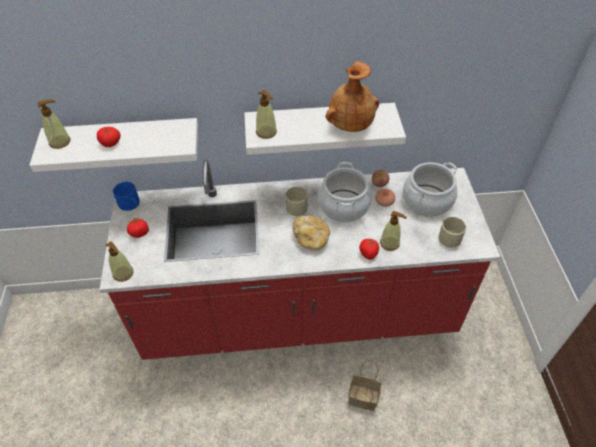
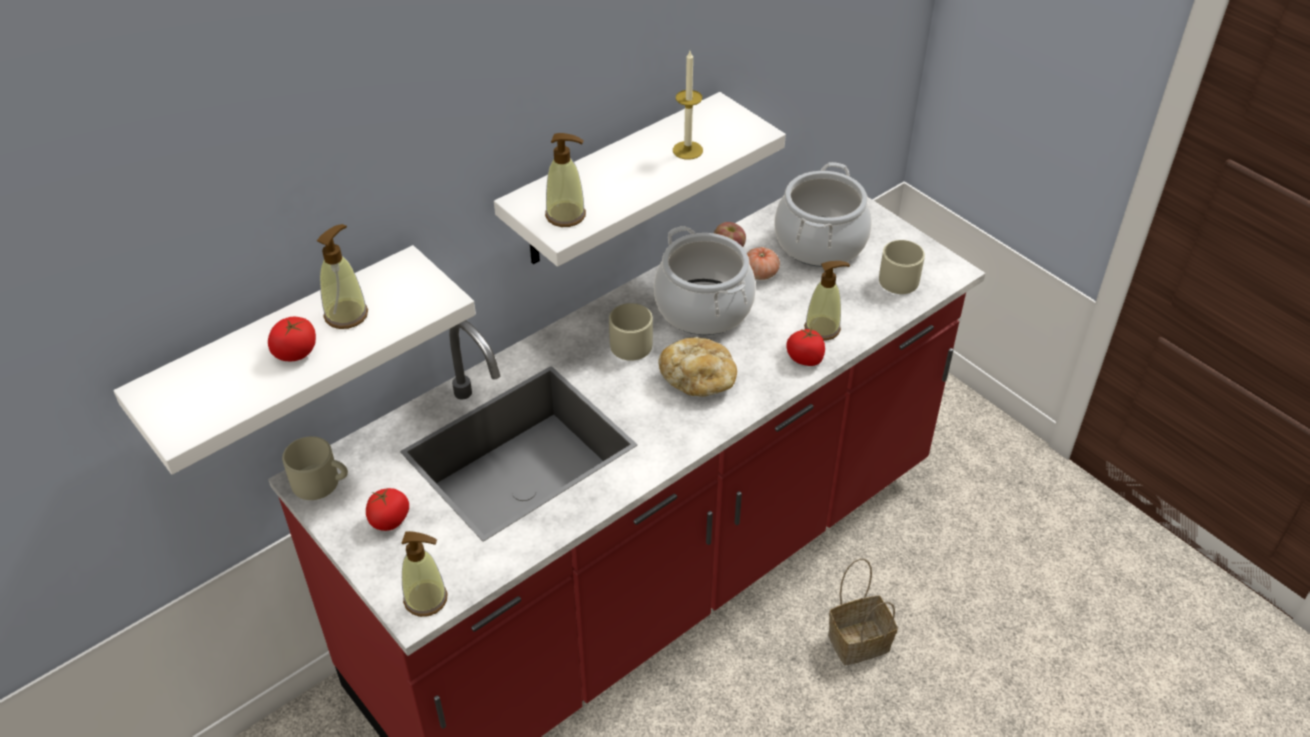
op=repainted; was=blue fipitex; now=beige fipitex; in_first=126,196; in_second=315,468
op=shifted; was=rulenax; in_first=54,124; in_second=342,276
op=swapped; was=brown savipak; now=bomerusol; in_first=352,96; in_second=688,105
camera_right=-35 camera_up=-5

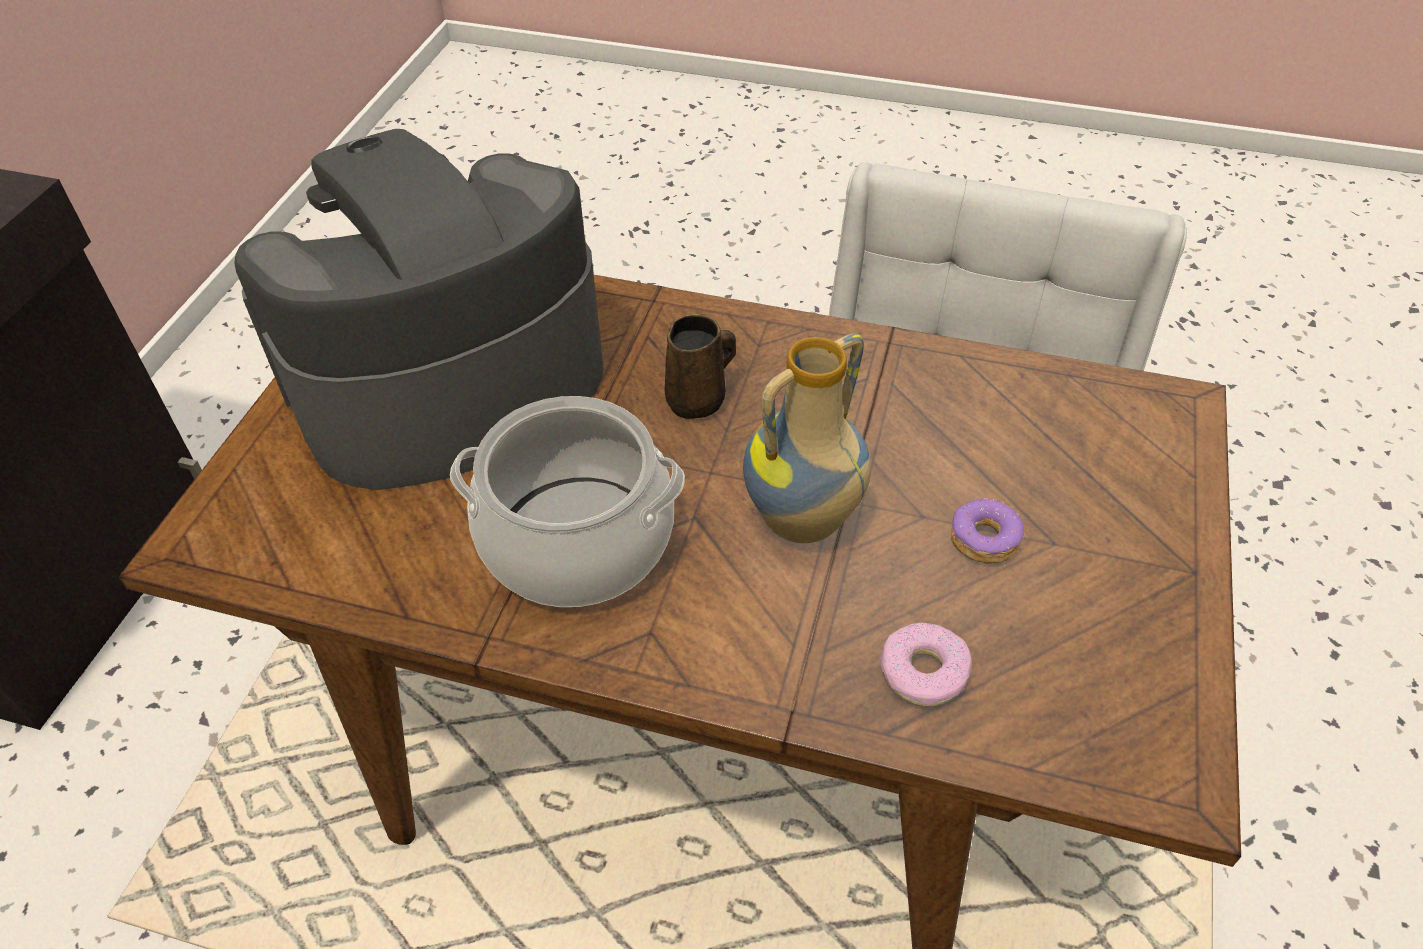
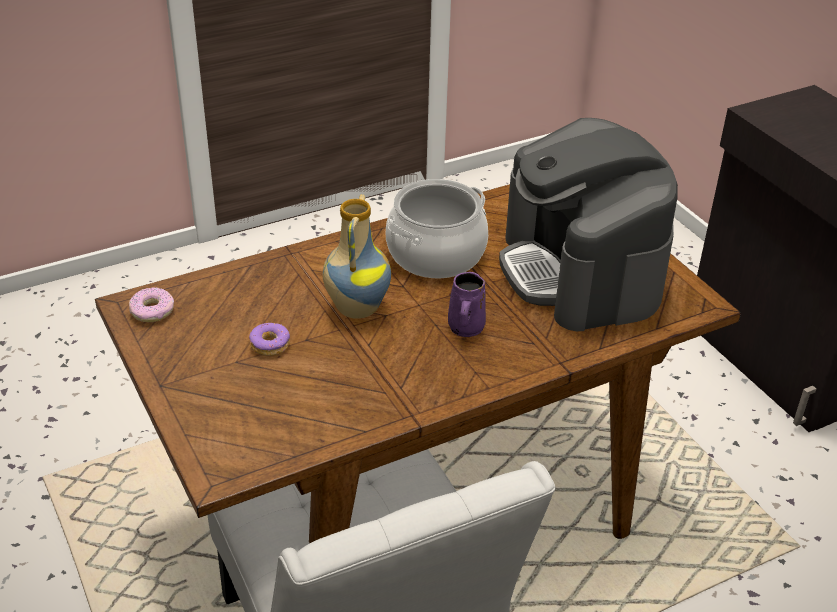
op=shifted; was=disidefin; in_first=925,664; in_second=151,304
op=repainted; was=brown fipitex; now=purple fipitex; in_first=700,366; in_second=467,304
op=rotated; was=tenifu; in_first=418,309; in_second=588,224; clockwise=150
camera_right=135 camera_up=-10

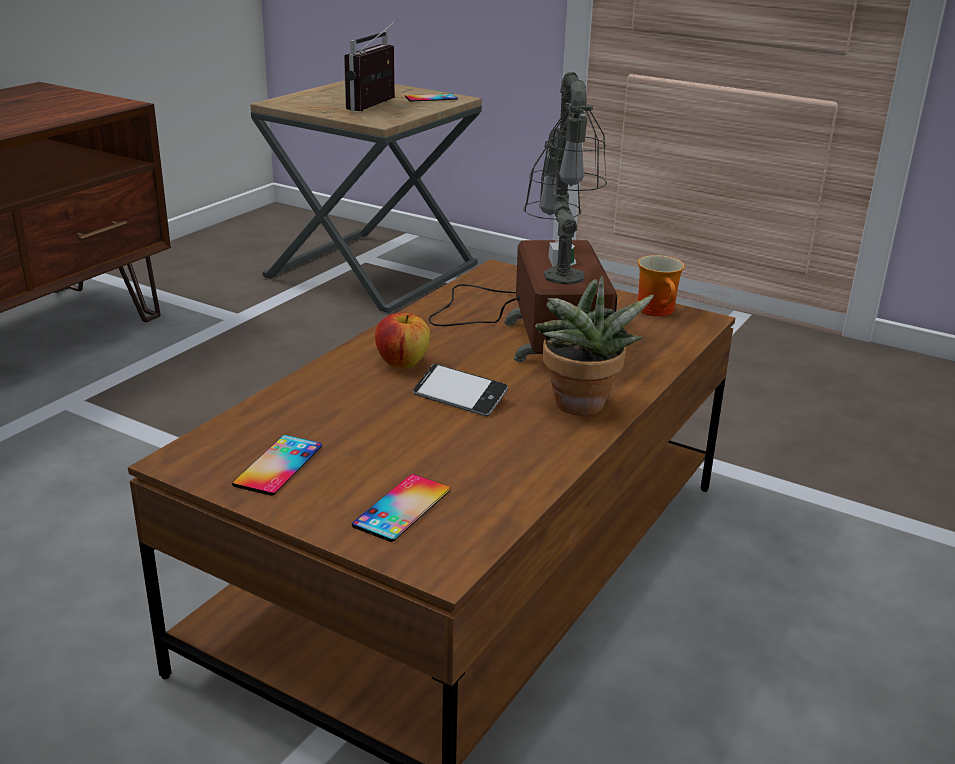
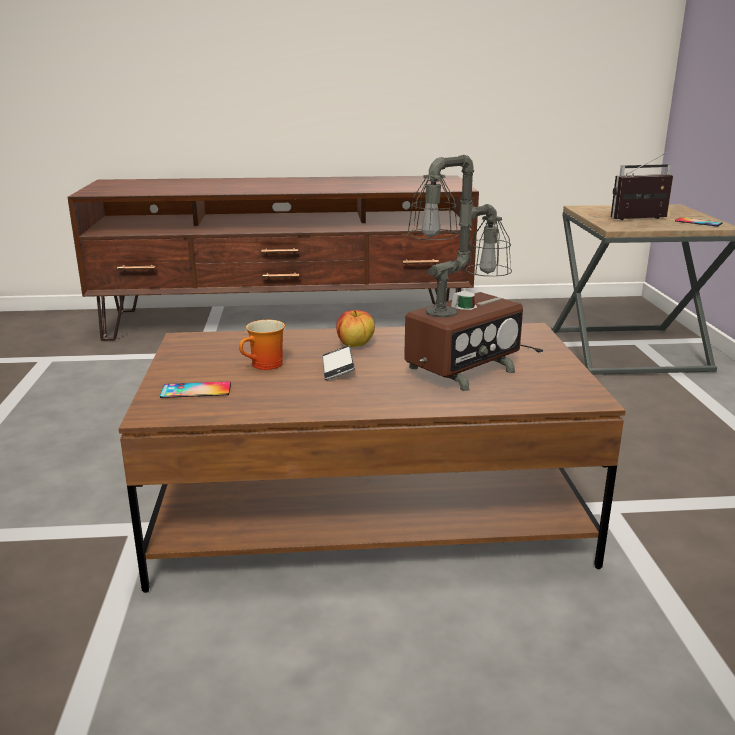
op=shifted; was=fipitex; in_first=661,285; in_second=262,345
op=gone; was=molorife; in_first=277,465
op=gone; was=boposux; in_first=594,345
camera_right=55 camera_up=-5

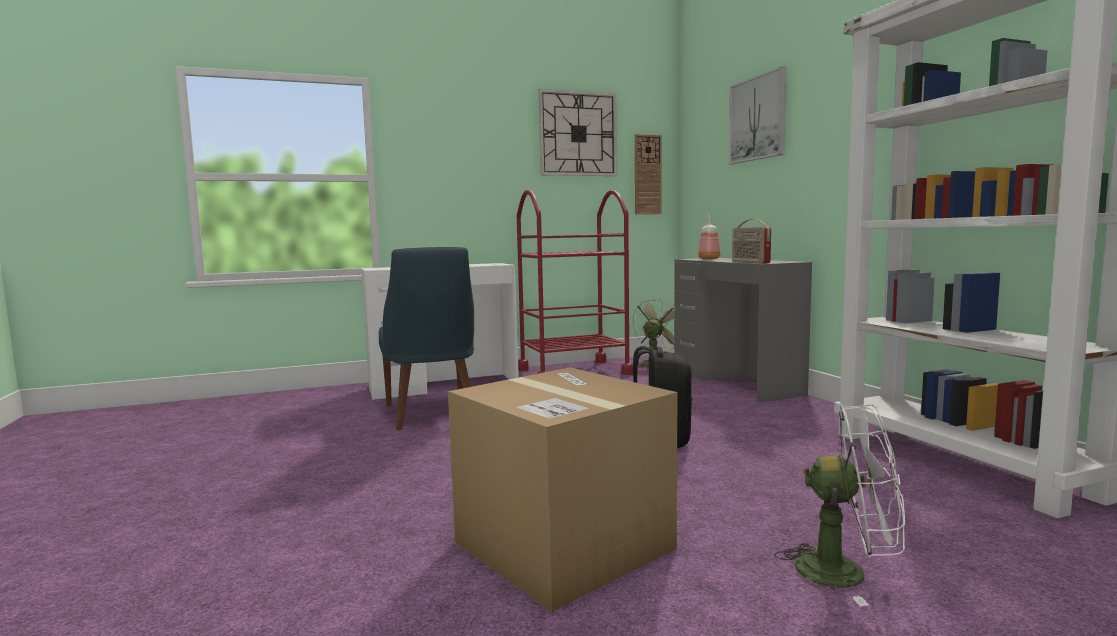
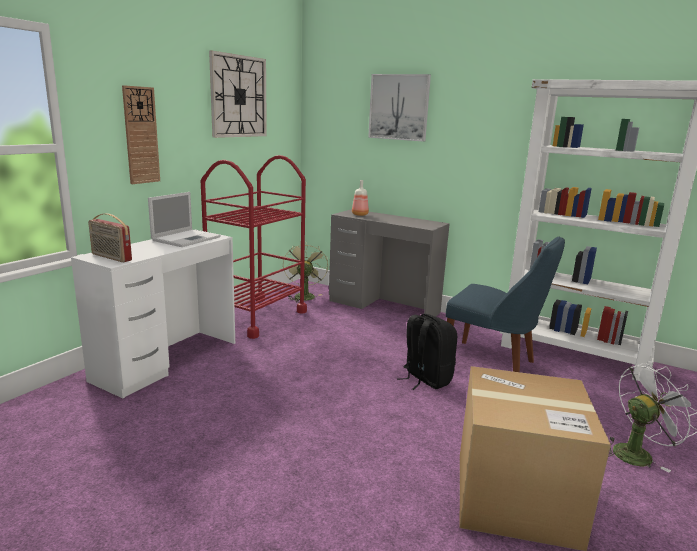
op=shifted; was=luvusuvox; in_first=751,241; in_second=110,237
op=shifted; was=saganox; in_first=648,174; in_second=141,134
op=new; now=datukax; in_second=184,219
op=shifted; was=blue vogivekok; in_first=426,338; in_second=505,304
camera_right=-40 camera_up=10

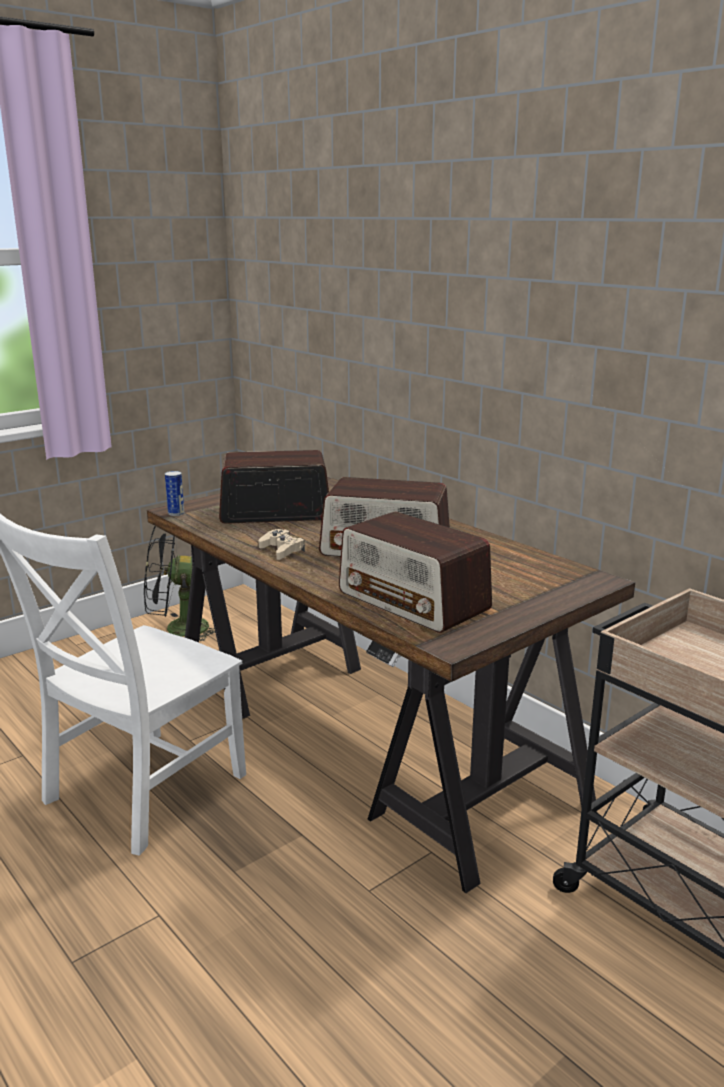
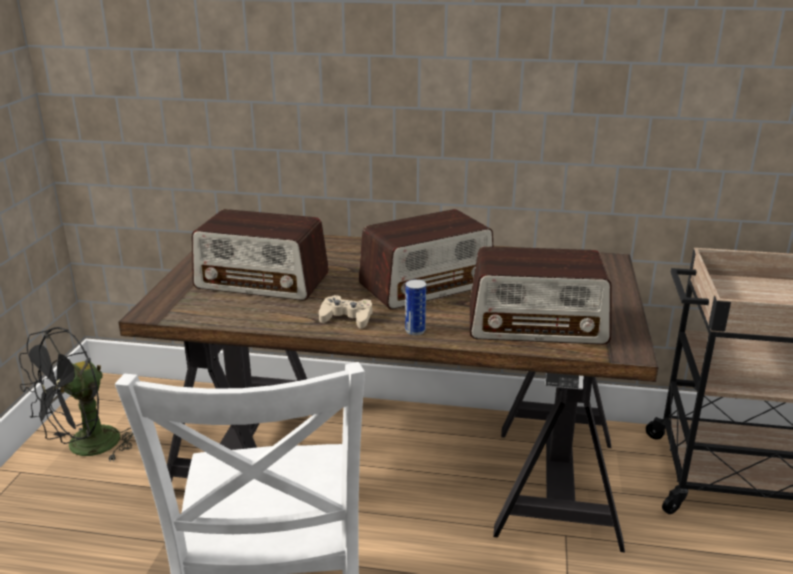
op=rotated; was=luvusuvox; in_first=274,487; in_second=260,255; clockwise=-120
op=shifted; was=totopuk; in_first=174,493; in_second=415,307
camera_right=-40 camera_up=5

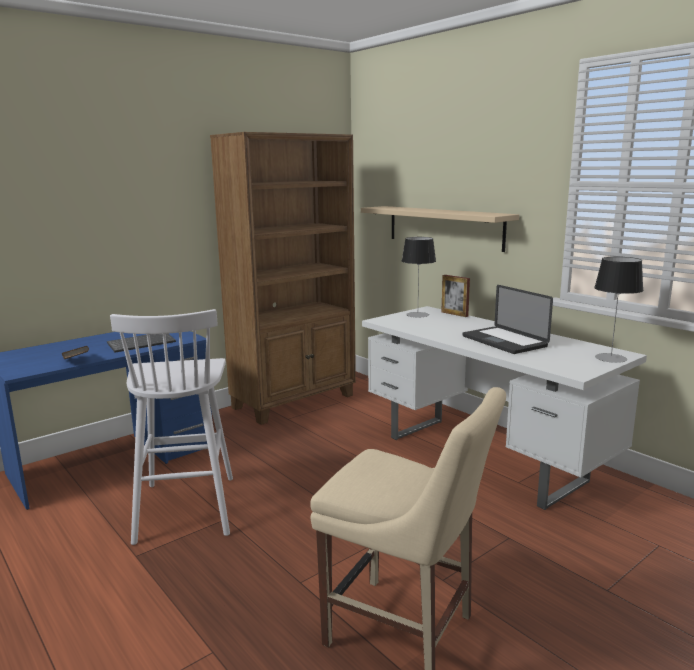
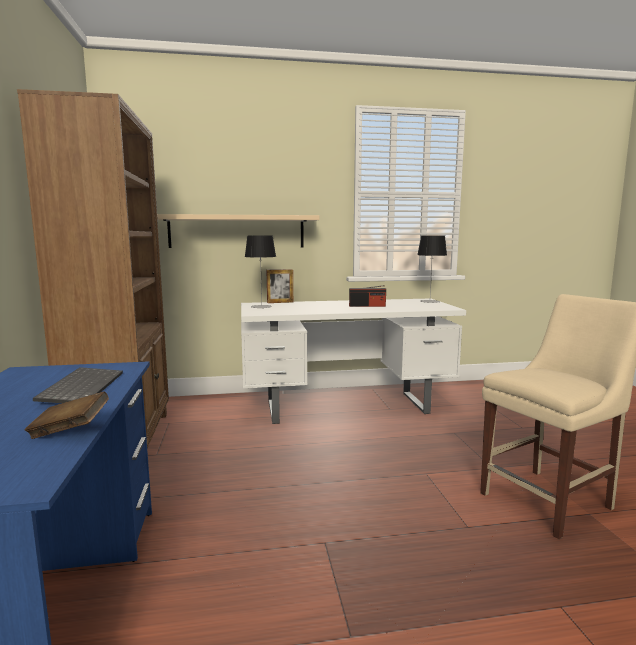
op=swapped; was=datukax; now=luvusuvox; in_first=507,319; in_second=367,296
op=gone; was=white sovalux; in_first=171,427
camera_right=-60 camera_up=-5

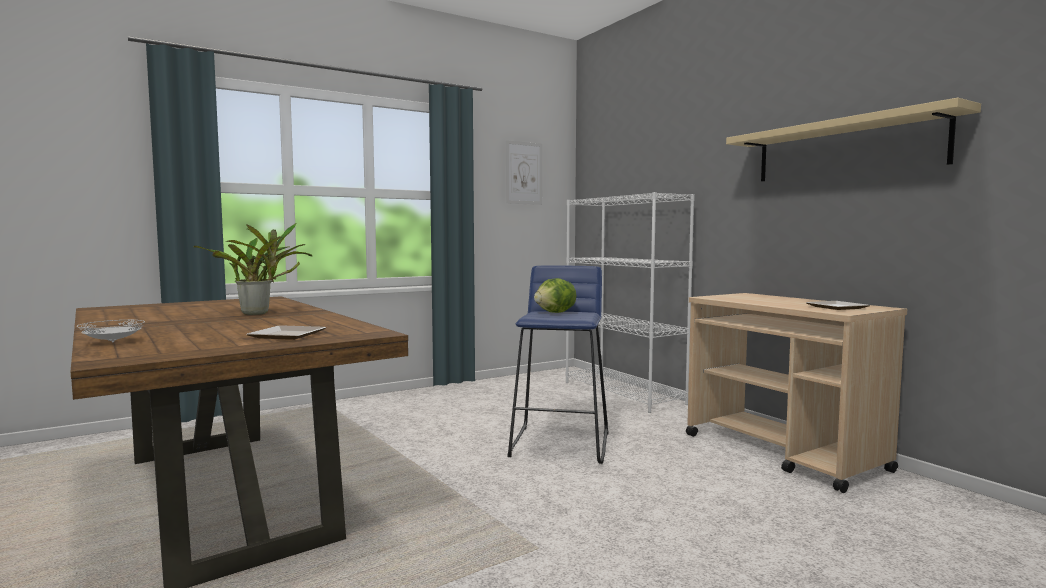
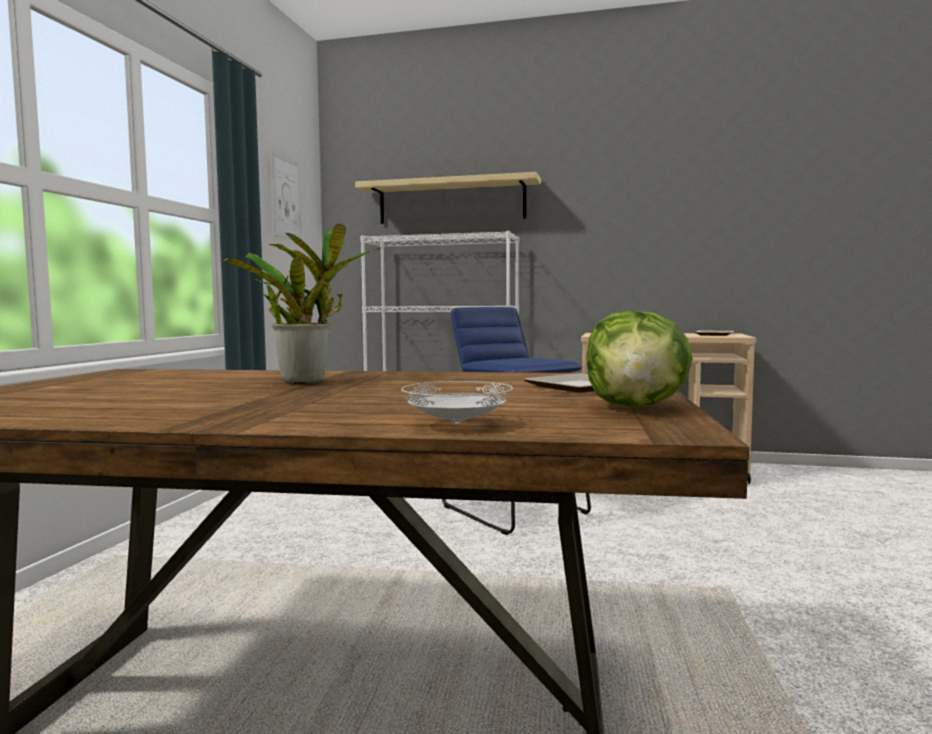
op=shifted; was=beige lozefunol; in_first=853,139; in_second=448,198
op=shifted; was=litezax; in_first=555,295; in_second=639,358
camera_right=-45 camera_up=0

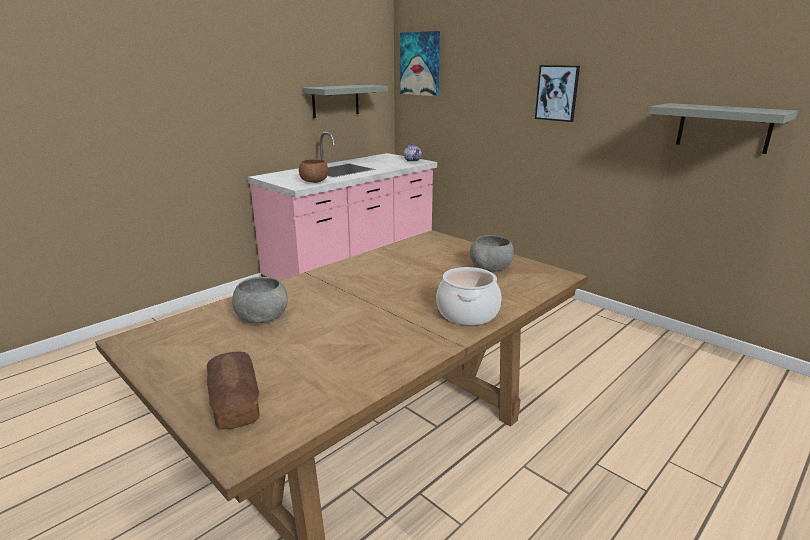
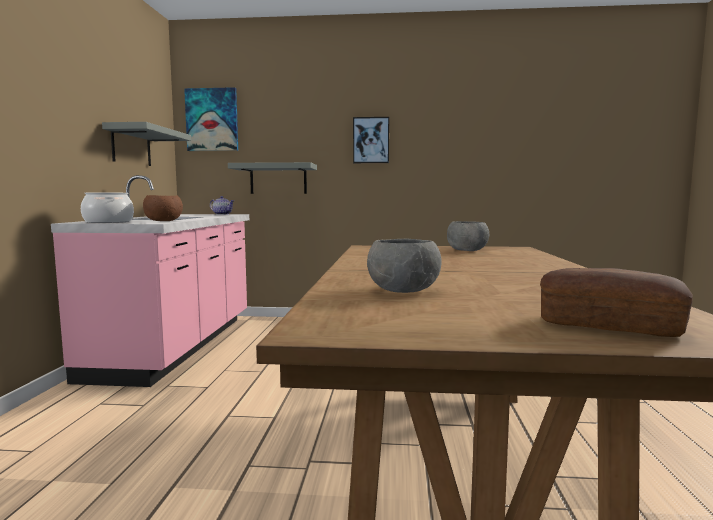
op=shifted; was=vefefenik; in_first=468,296; in_second=107,207
op=shifted; was=grey lozefunol; in_first=723,128; in_second=272,178
camera_right=-40 camera_up=-15

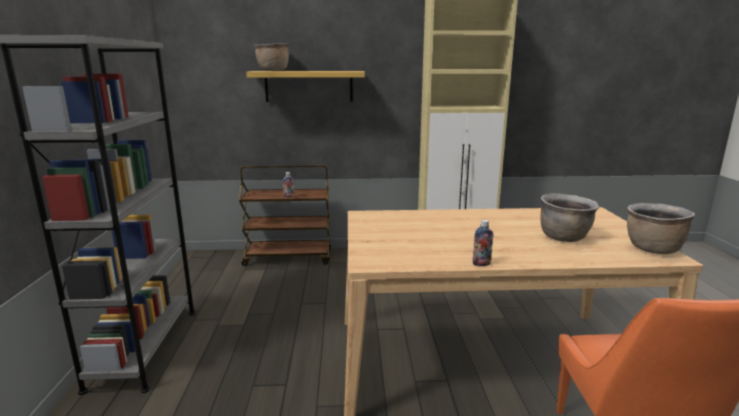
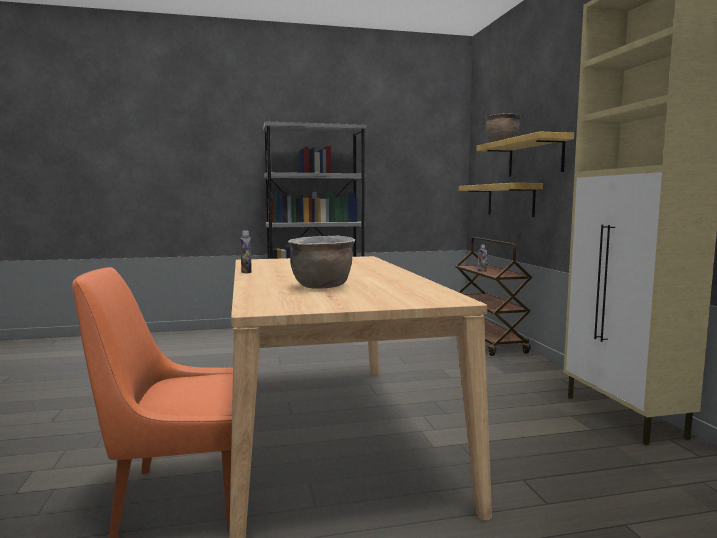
op=new; now=lozefunol; in_second=501,200
op=gone; was=brown vefefenik; in_first=661,228
camera_right=80 camera_up=-10

